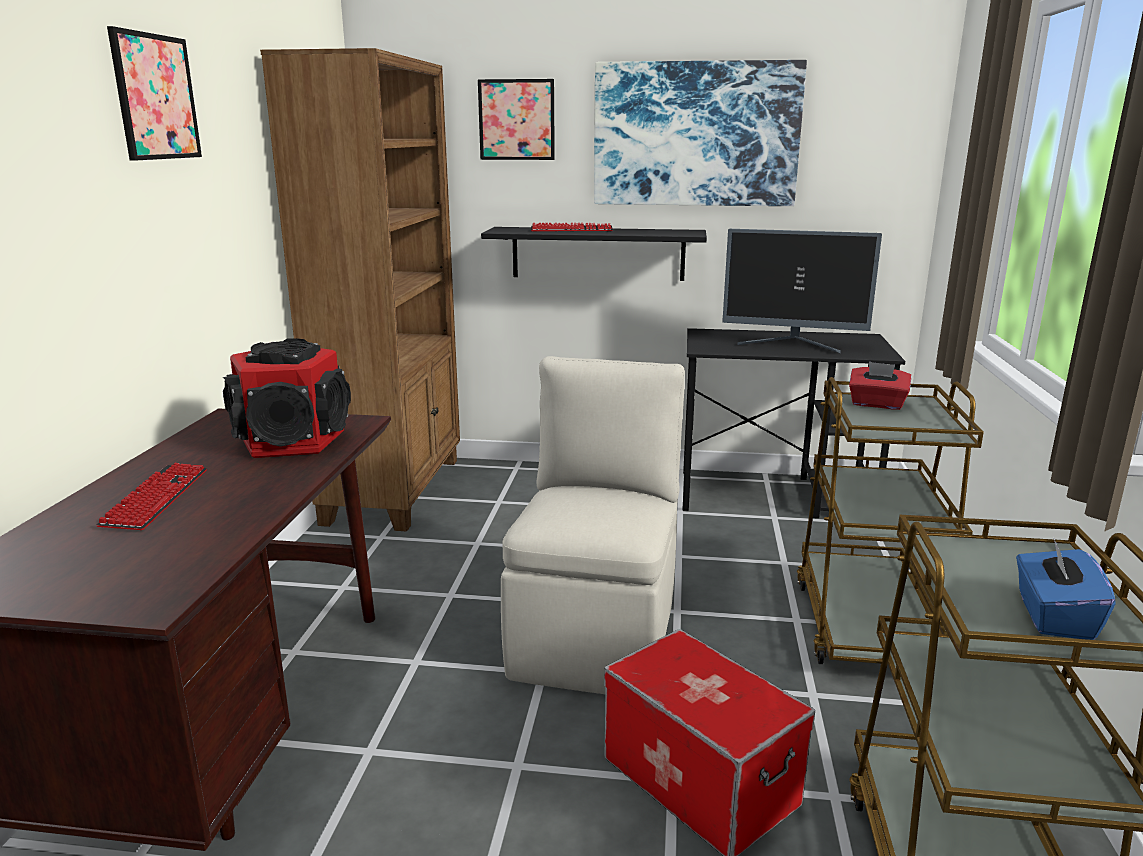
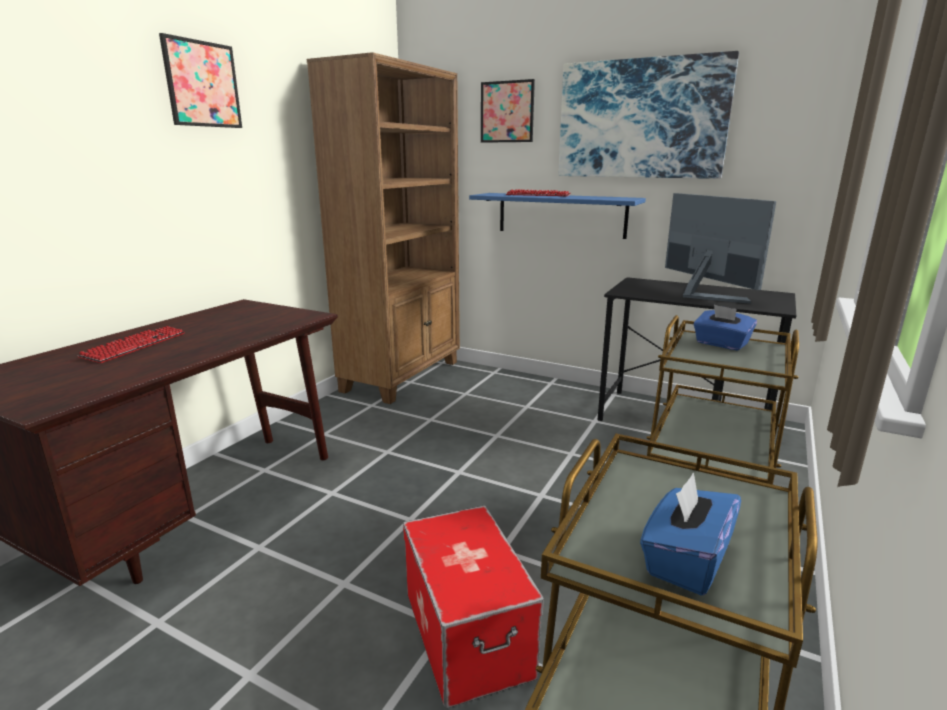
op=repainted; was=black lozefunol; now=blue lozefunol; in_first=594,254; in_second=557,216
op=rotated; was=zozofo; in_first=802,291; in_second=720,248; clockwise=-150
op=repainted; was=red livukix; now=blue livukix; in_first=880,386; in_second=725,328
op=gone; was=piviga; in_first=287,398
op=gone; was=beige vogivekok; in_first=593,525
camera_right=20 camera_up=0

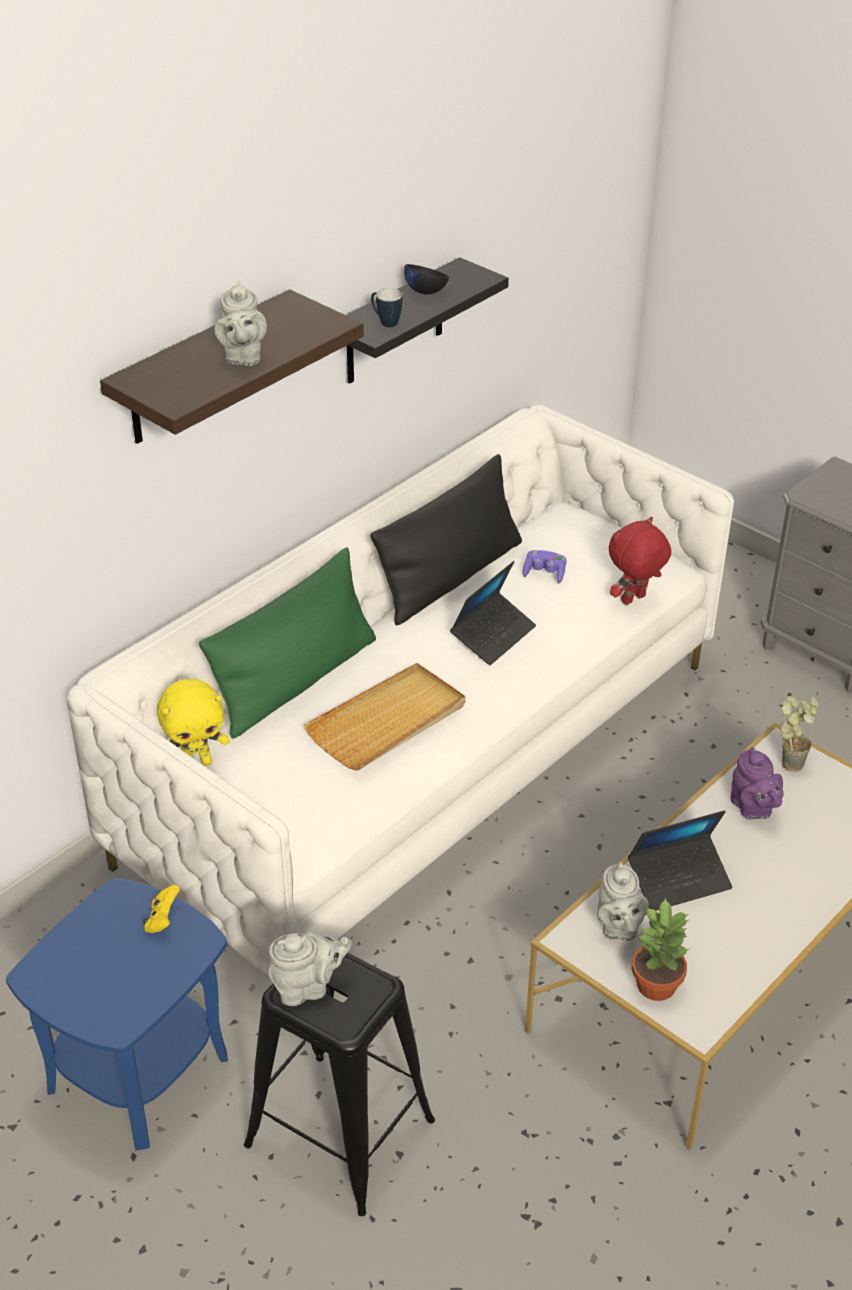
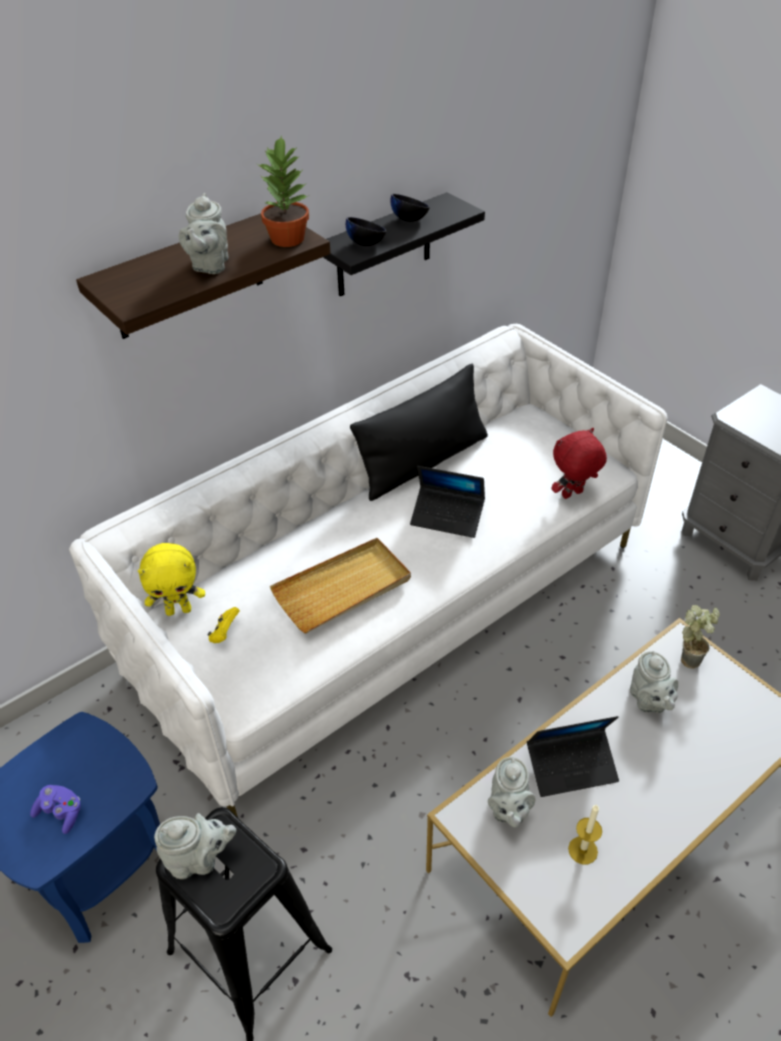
op=shifted; was=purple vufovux; in_first=544,566; in_second=55,809
op=shifted; was=yellow vufovux; in_first=161,908; in_second=223,625
op=shifted; was=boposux; in_first=661,949; in_second=283,191
op=swapped; was=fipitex; now=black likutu; in_first=386,307; in_second=366,231
op=rotated; was=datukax; in_first=493,613; in_second=447,502; clockwise=60
op=new; now=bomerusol; in_second=585,835
op=repainted; was=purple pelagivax; now=grey pelagivax; in_first=757,783; in_second=654,682
op=gone; was=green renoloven; in_first=287,643
camera_right=10 camera_up=5

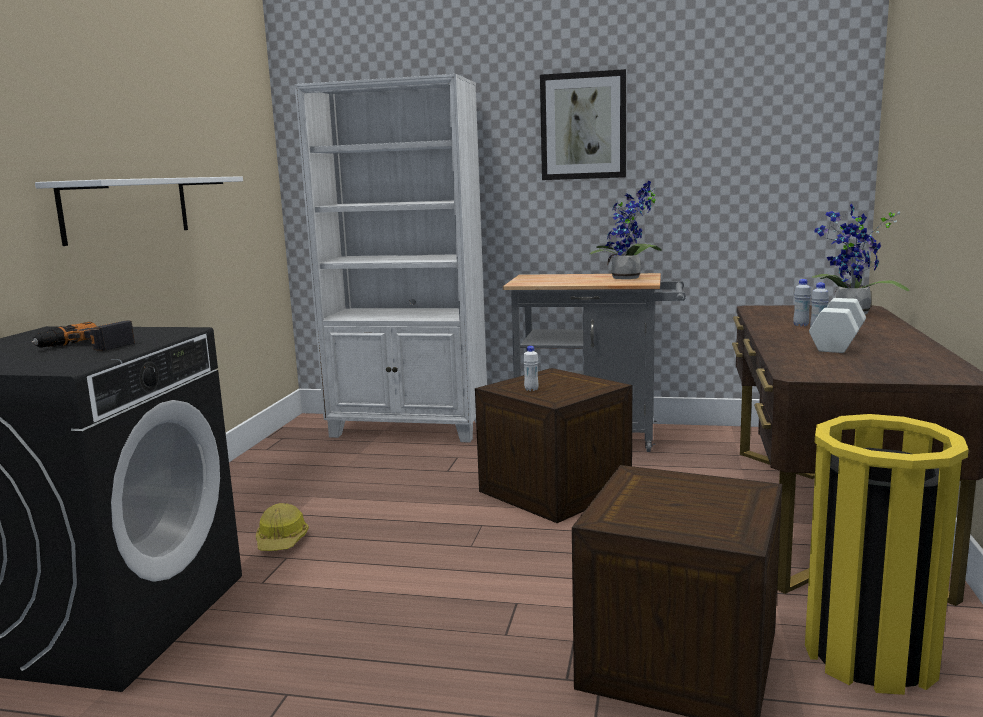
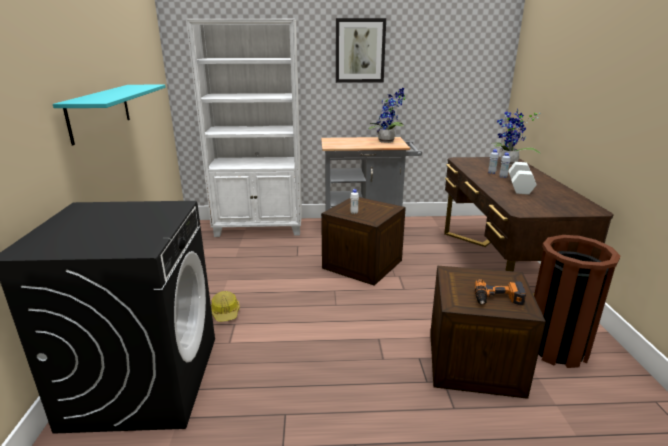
op=repainted; was=white lozefunol; now=turquoise lozefunol; in_first=139,211; in_second=109,115
op=shifted; was=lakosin; in_first=83,336; in_second=500,292
op=repainted; was=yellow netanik; now=brown netanik; in_first=887,554; in_second=577,301
camera_right=-15 camera_up=10

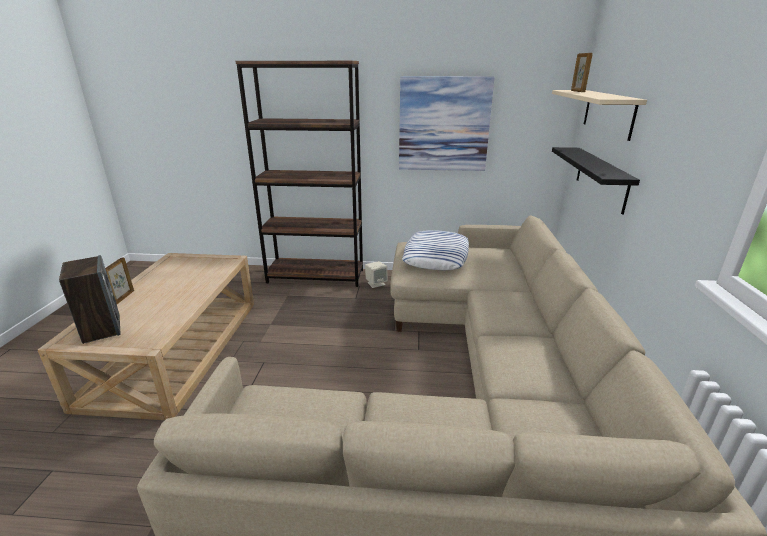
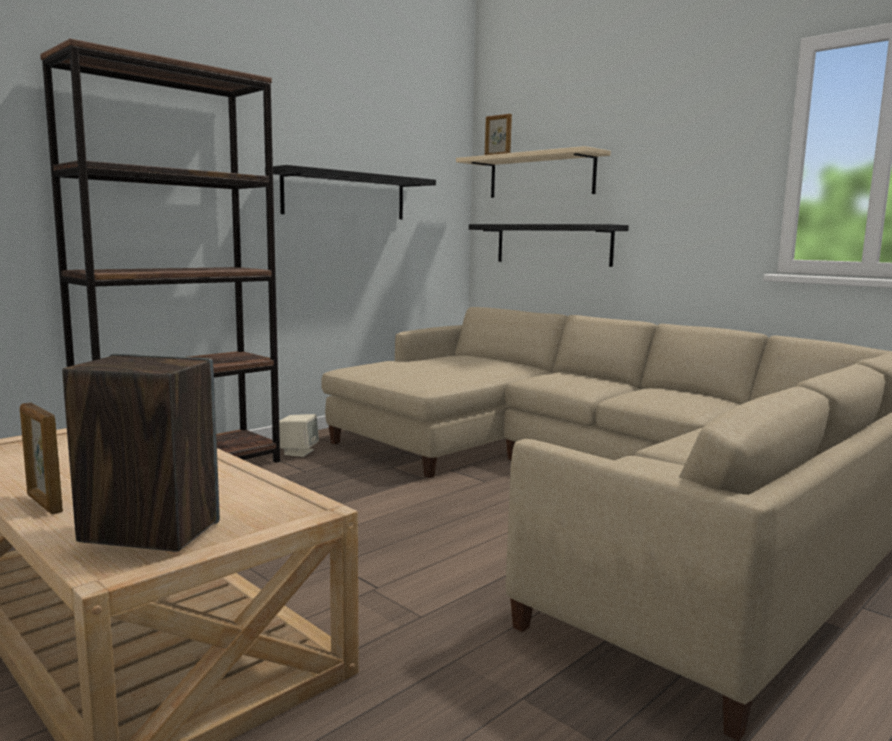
op=swapped; was=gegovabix; now=black lozefunol; in_first=447,123; in_second=354,192
op=gone; was=renoloven; in_first=435,250
camera_right=-50 camera_up=-15

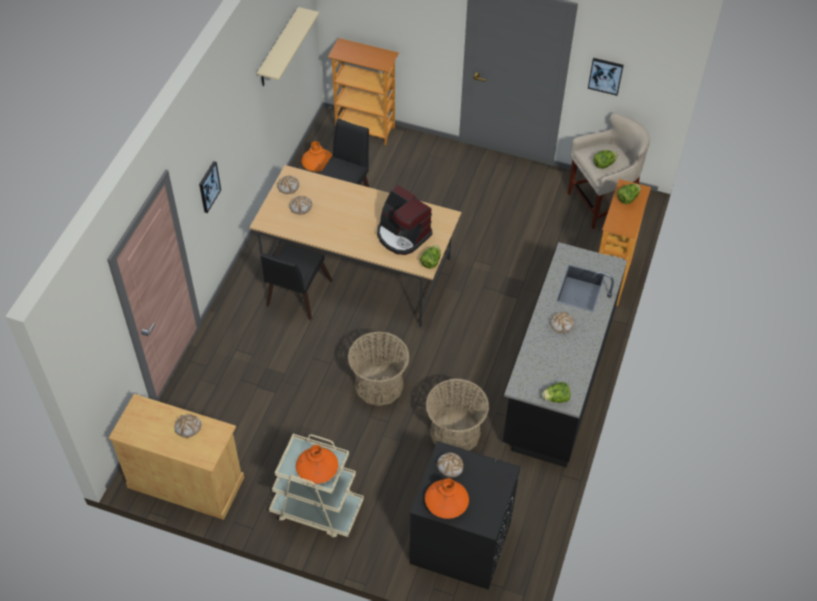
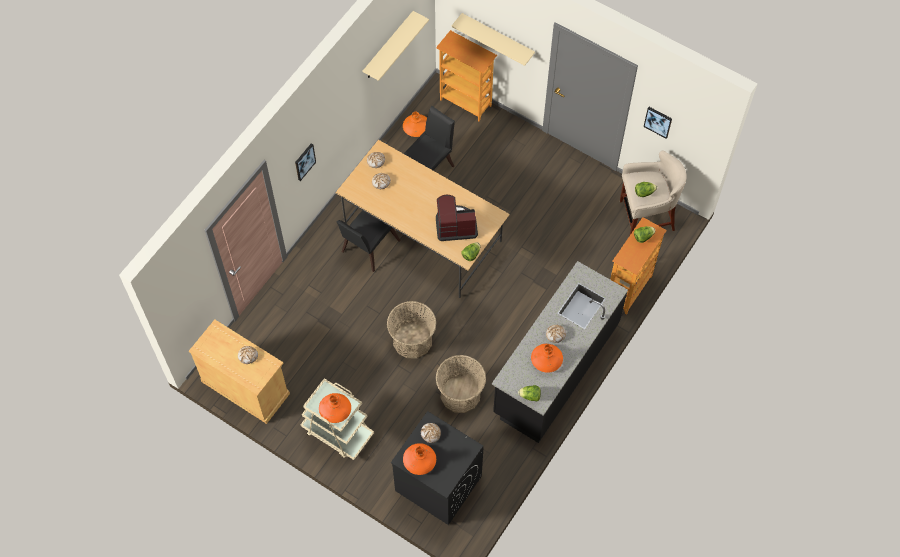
op=rotated; was=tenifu; in_first=404,220; in_second=457,218; clockwise=120
op=new; now=beige lozefunol; in_second=493,39
op=new; now=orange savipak; in_second=547,358
camera_right=15 camera_up=10

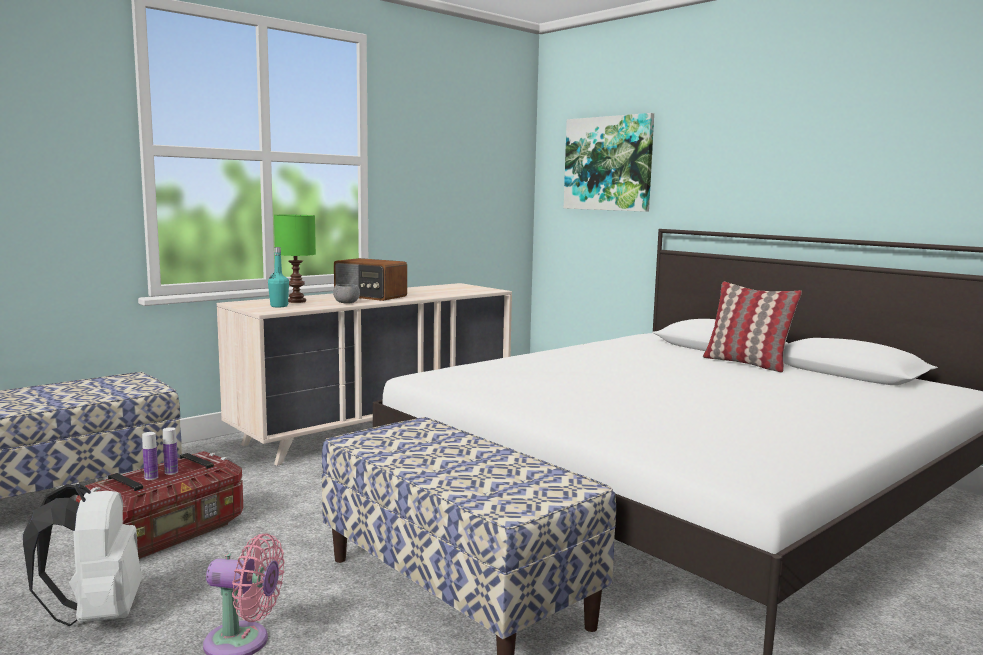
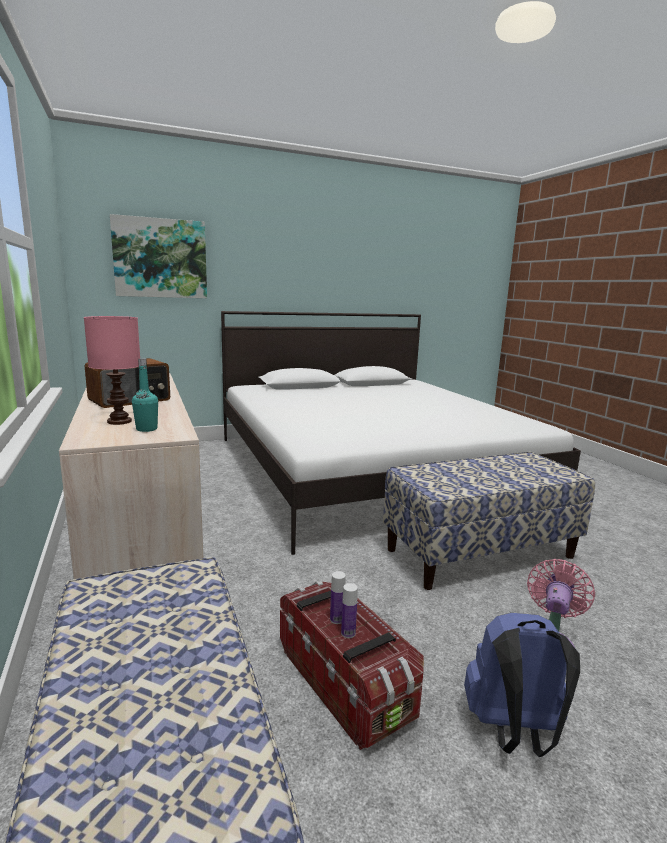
op=repainted; was=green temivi; now=pink temivi; in_first=295,259; in_second=112,370
op=repainted; was=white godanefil; now=blue godanefil; in_first=82,555; in_second=522,685
op=gone; was=grey likutu; in_first=346,294
op=gone; was=renoloven; in_first=752,327
camera_right=-70 camera_up=5

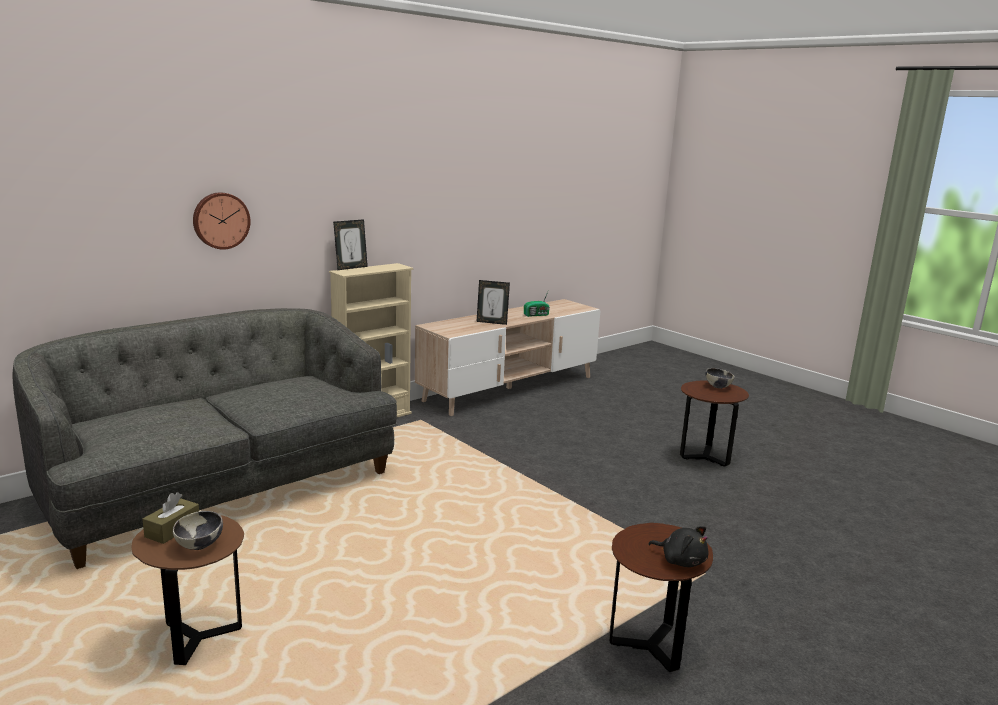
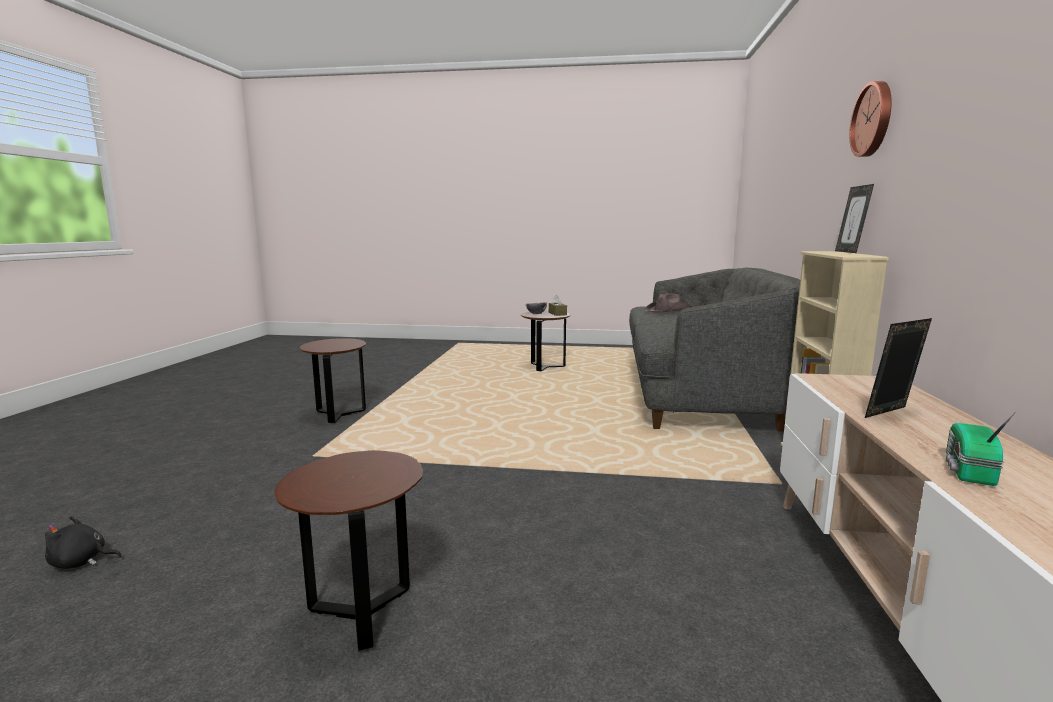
op=shifted; was=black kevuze; in_first=678,546; in_second=83,542
op=new; now=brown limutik; in_second=668,303
op=shifted; was=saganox; in_first=222,221; in_second=870,119
op=gone; was=likutu; in_first=720,378
camera_right=140 camera_up=-5

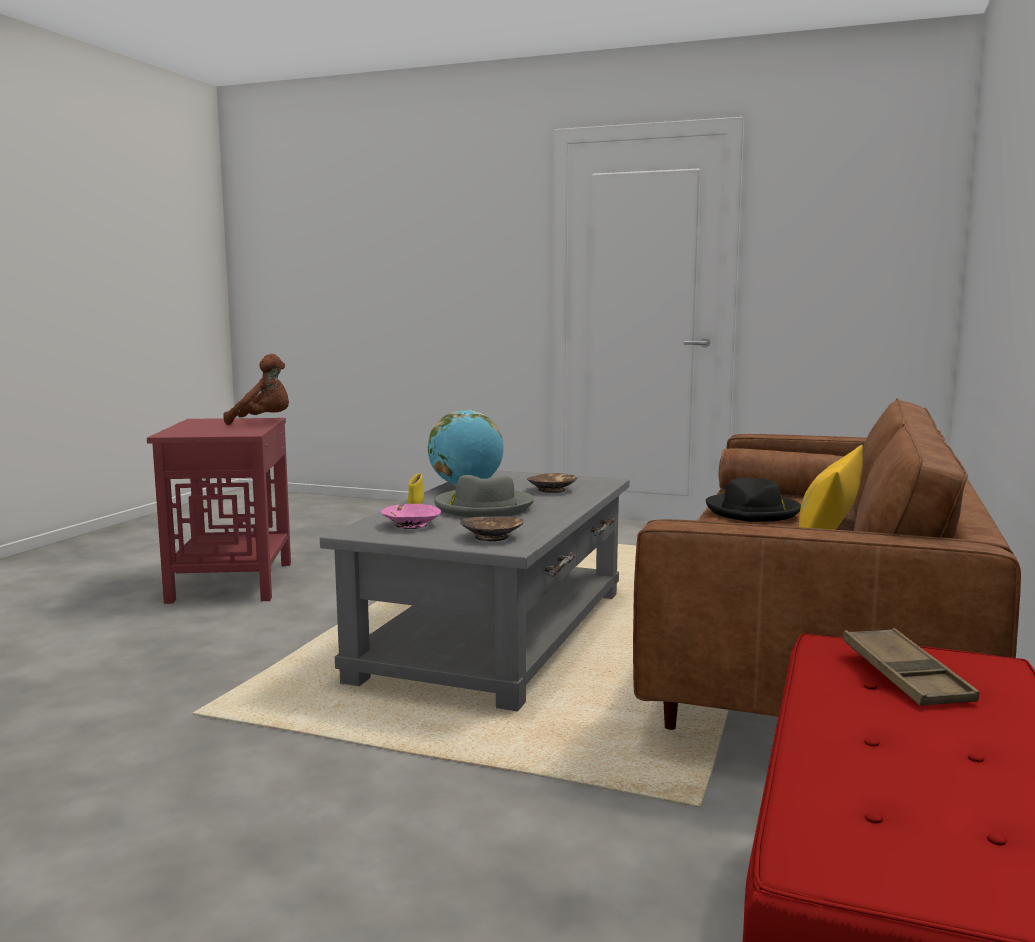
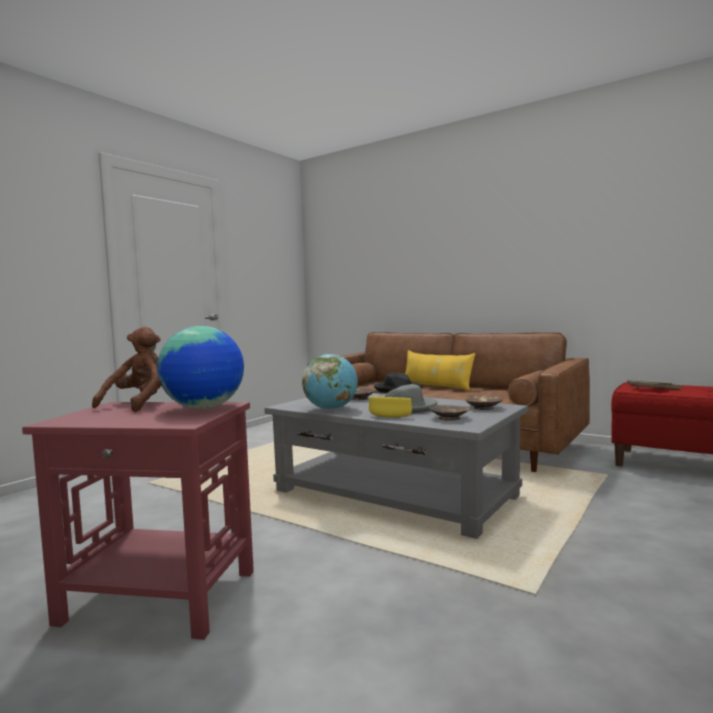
op=new; now=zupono; in_second=200,367
op=repainted; was=pink likutu; now=brown likutu; in_first=411,516; in_second=449,413
camera_right=-75 camera_up=-5

